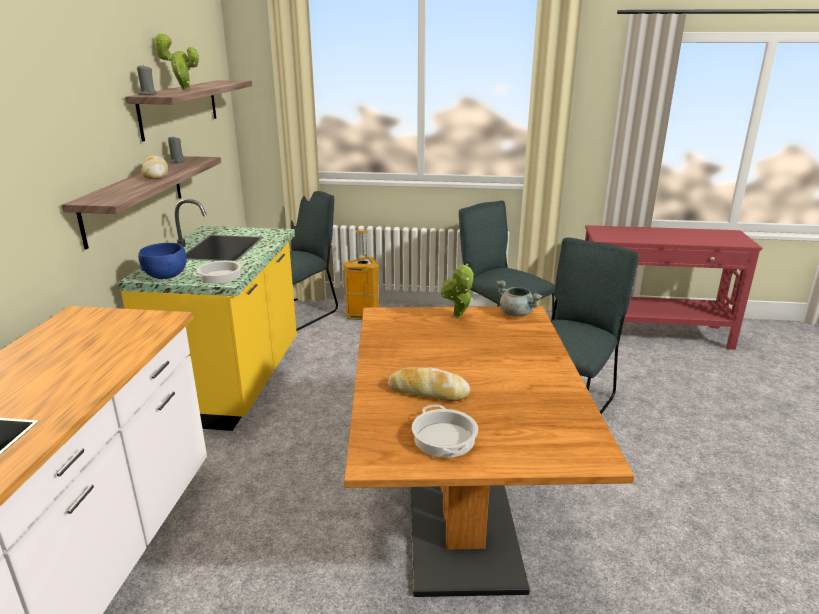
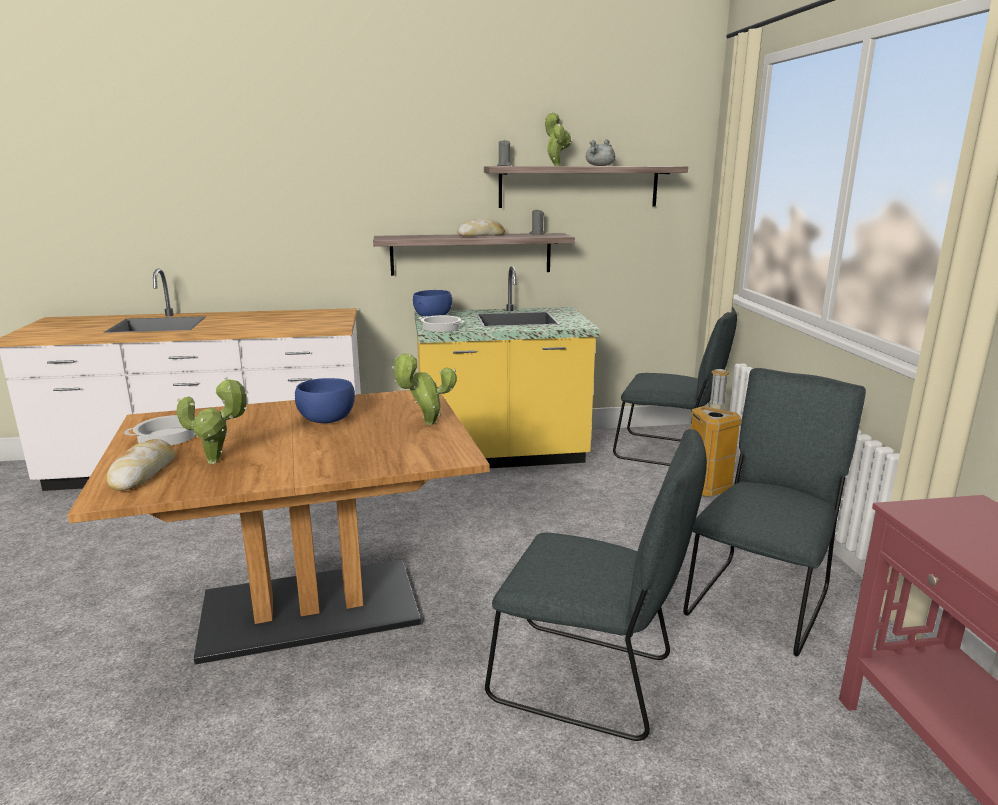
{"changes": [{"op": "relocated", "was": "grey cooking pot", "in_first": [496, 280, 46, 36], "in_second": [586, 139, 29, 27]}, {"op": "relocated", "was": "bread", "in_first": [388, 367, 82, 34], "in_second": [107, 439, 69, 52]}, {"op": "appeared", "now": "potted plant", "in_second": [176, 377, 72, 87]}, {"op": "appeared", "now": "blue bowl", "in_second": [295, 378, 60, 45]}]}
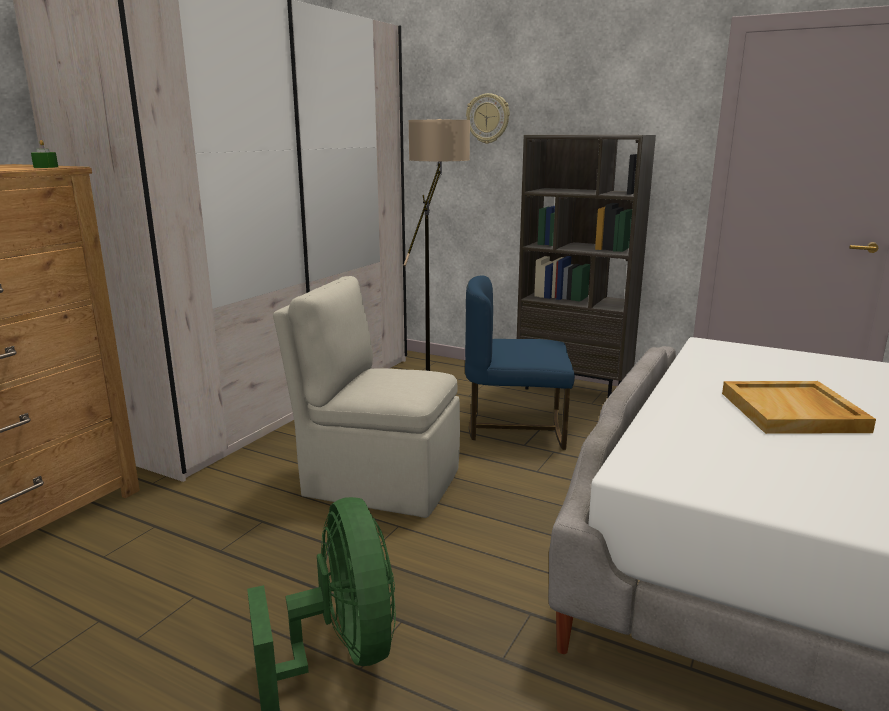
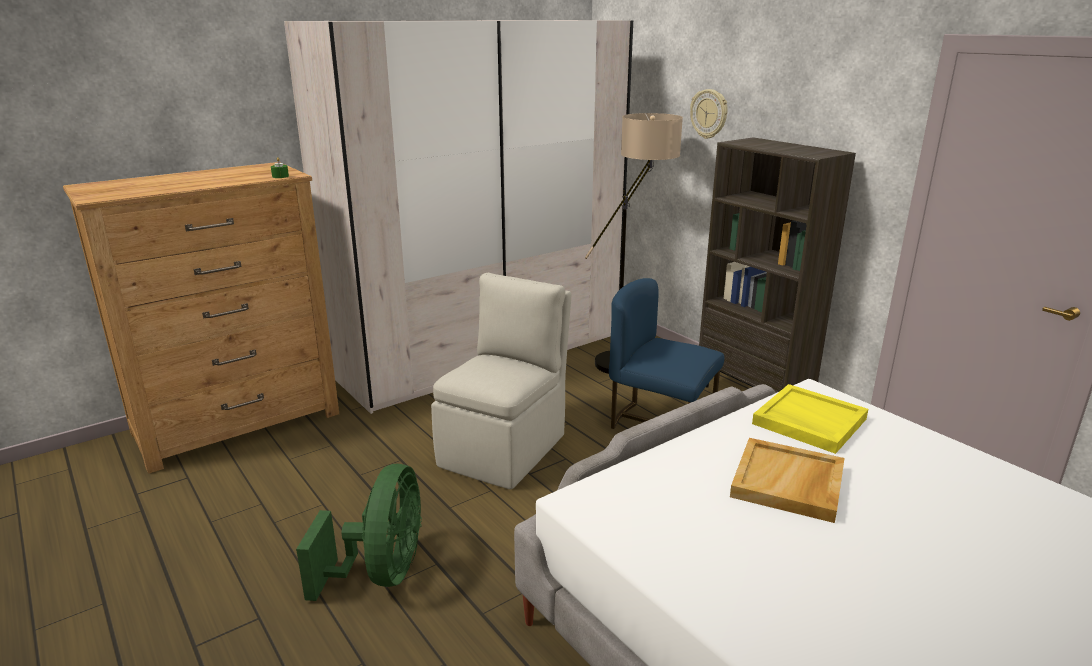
{"changes": [{"op": "spun", "was": "beige chair", "in_first": [273, 276, 187, 242], "in_second": [431, 273, 140, 216], "clockwise": 75}, {"op": "appeared", "now": "yellow tray", "in_second": [752, 384, 116, 70]}]}
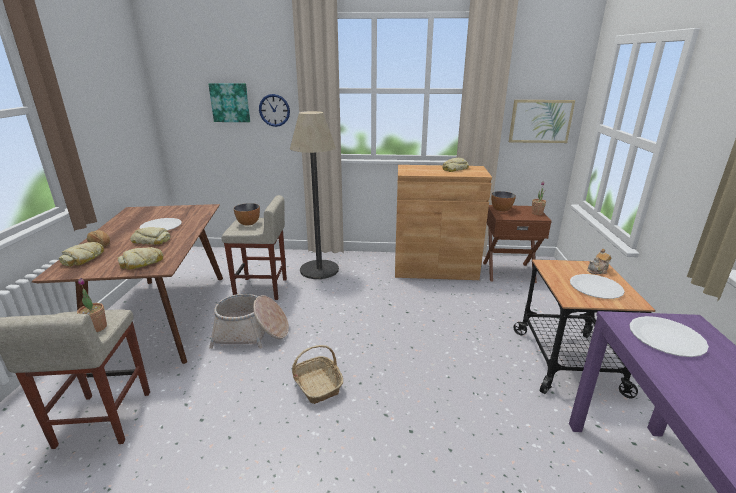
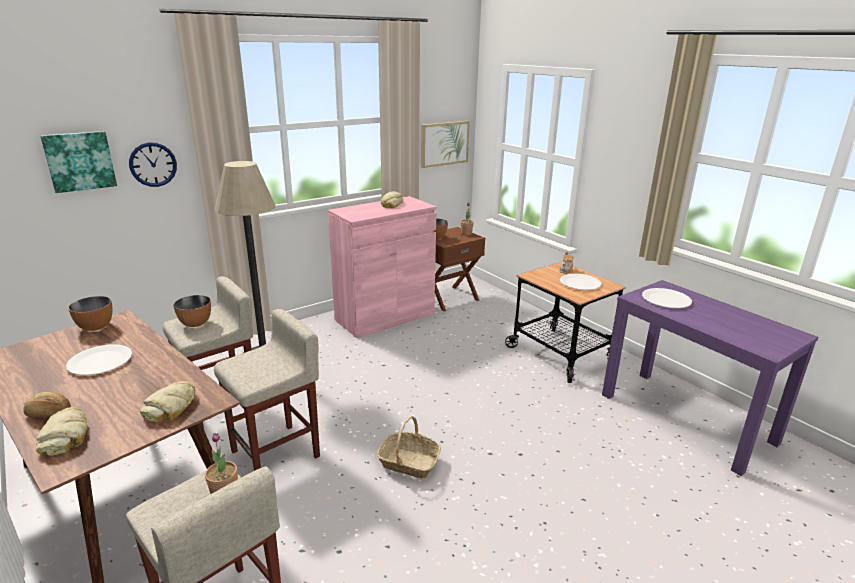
{"changes": [{"op": "colour", "was": "brown cabinet", "now": "pink cabinet", "in_first": [395, 165, 97, 115], "in_second": [328, 196, 109, 142]}, {"op": "missing", "was": "bread", "in_first": [130, 227, 41, 18]}, {"op": "exchanged", "was": "basket", "now": "beige stool", "in_first": [209, 294, 80, 55], "in_second": [214, 309, 106, 162]}, {"op": "appeared", "now": "bowl", "in_second": [68, 296, 44, 35]}]}
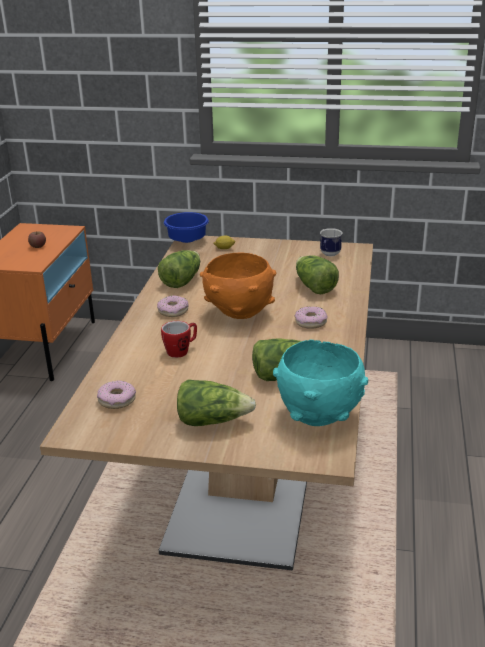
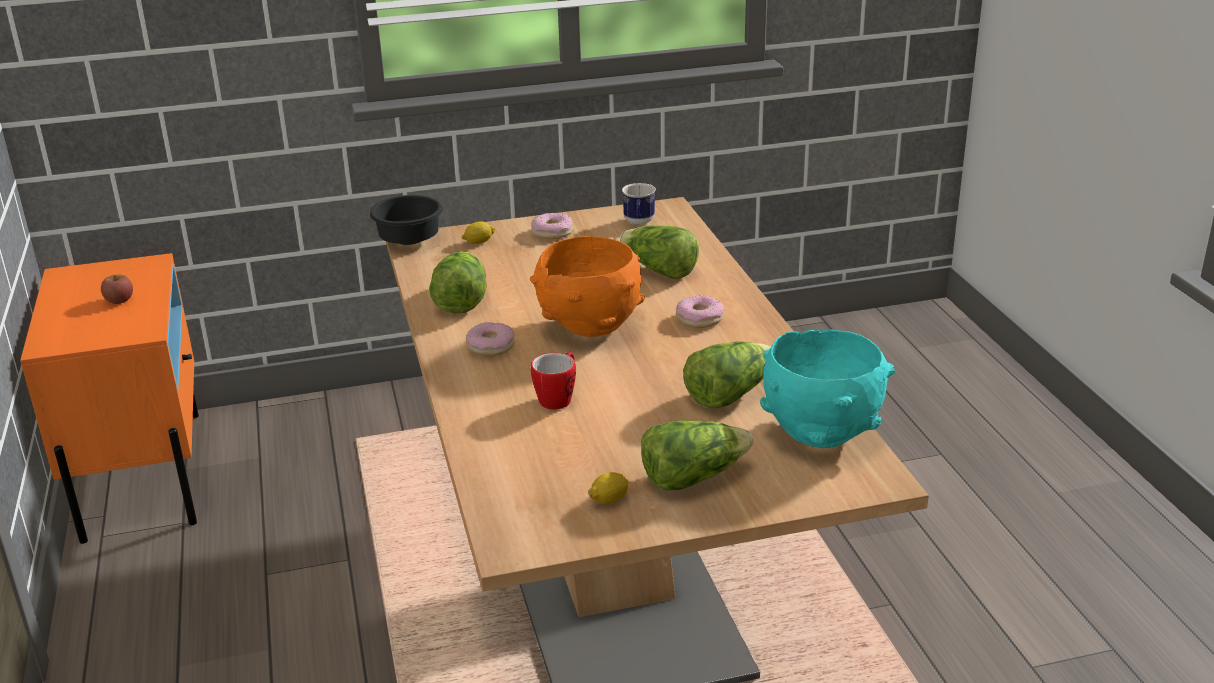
{"changes": [{"op": "colour", "was": "blue bowl", "now": "black bowl", "in_first": [164, 212, 45, 31], "in_second": [370, 195, 73, 50]}, {"op": "relocated", "was": "donut", "in_first": [97, 380, 39, 29], "in_second": [531, 213, 42, 26]}, {"op": "appeared", "now": "lemon", "in_second": [589, 472, 40, 32]}]}
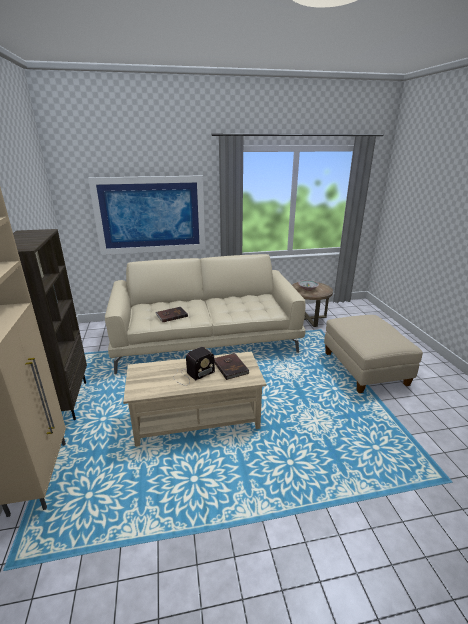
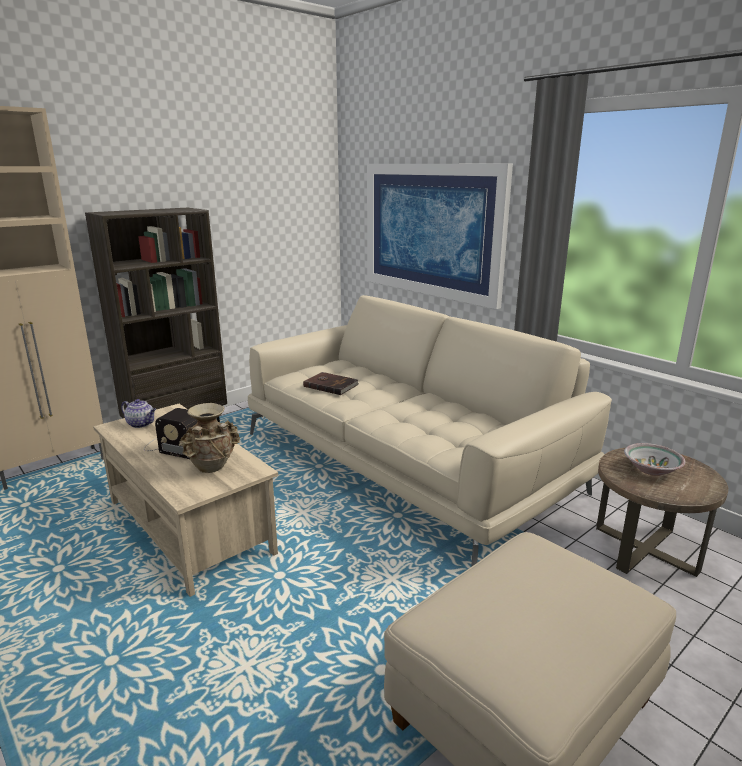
{"changes": [{"op": "exchanged", "was": "brown book", "now": "beige vase", "in_first": [214, 353, 36, 27], "in_second": [181, 403, 59, 70]}, {"op": "appeared", "now": "teapot", "in_second": [121, 399, 35, 29]}]}
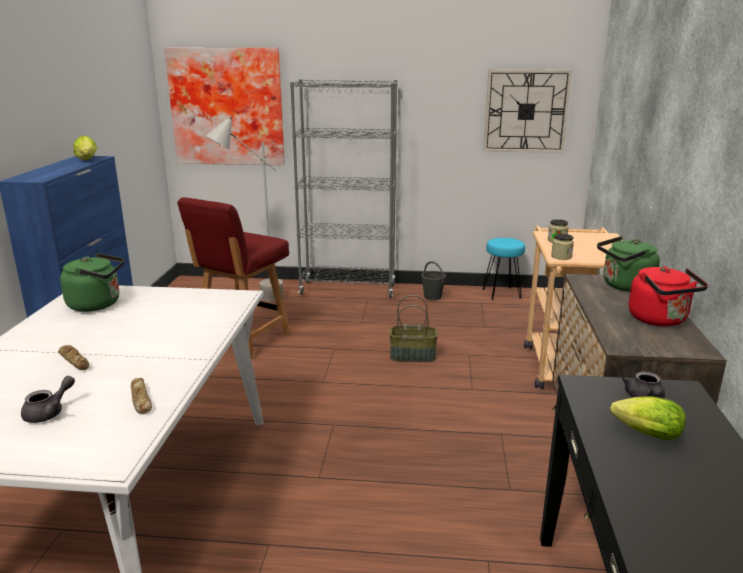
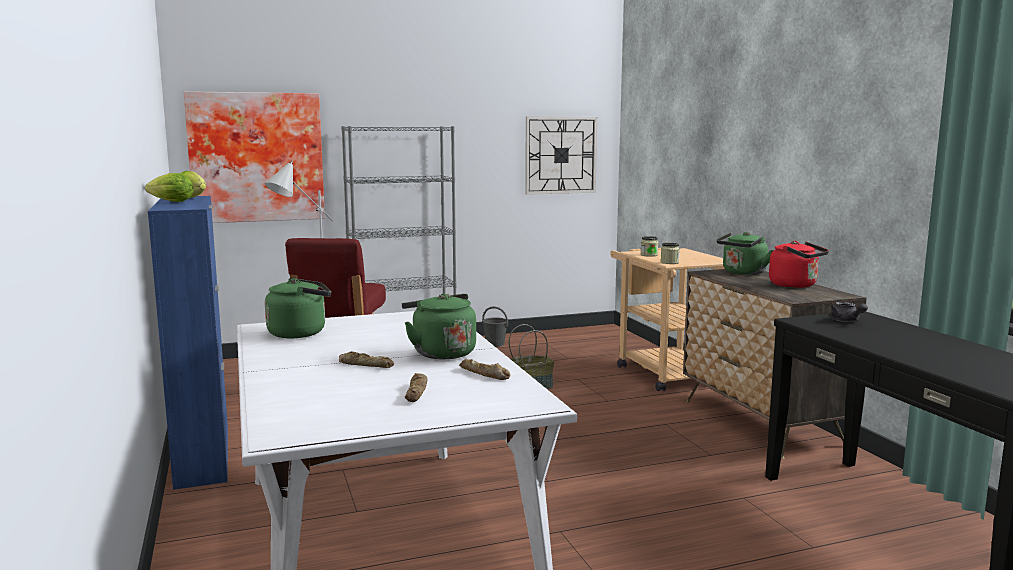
{"changes": [{"op": "missing", "was": "turquoise stool", "in_first": [482, 238, 43, 62]}, {"op": "exchanged", "was": "grey teapot", "now": "bread", "in_first": [21, 376, 54, 47], "in_second": [405, 373, 23, 29]}, {"op": "relocated", "was": "lettuce", "in_first": [610, 396, 76, 44], "in_second": [145, 173, 48, 29]}, {"op": "appeared", "now": "green kettle", "in_second": [402, 293, 74, 66]}]}
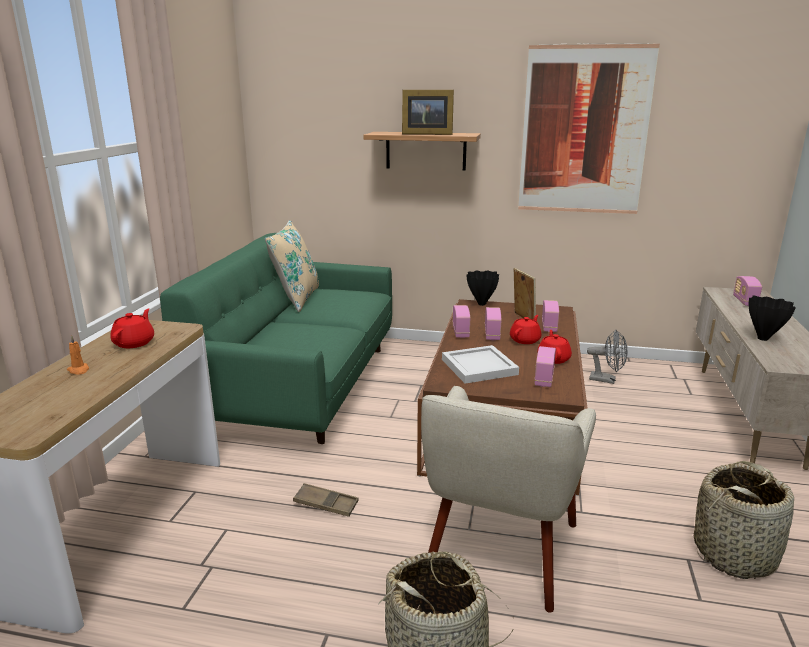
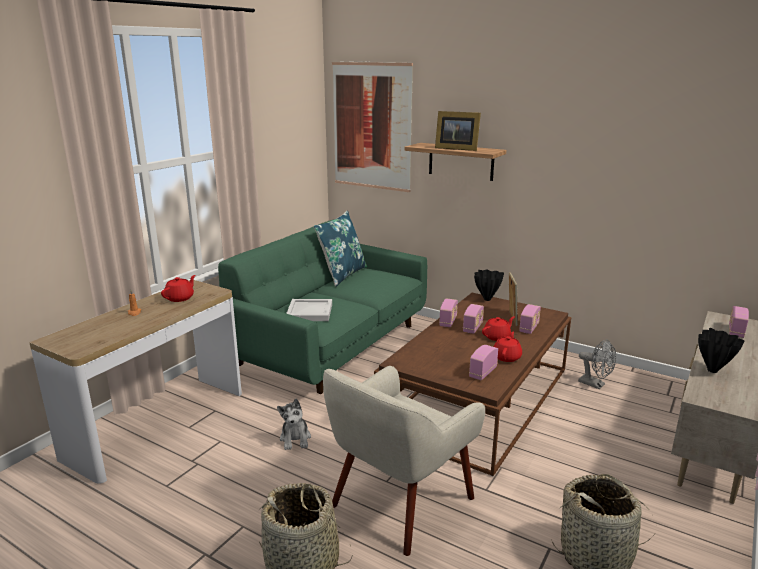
{"changes": [{"op": "relocated", "was": "picture", "in_first": [518, 43, 142, 171], "in_second": [332, 62, 81, 130]}, {"op": "colour", "was": "beige pillow", "now": "blue pillow", "in_first": [265, 220, 55, 92], "in_second": [314, 211, 53, 76]}, {"op": "relocated", "was": "white tray", "in_first": [442, 345, 77, 39], "in_second": [286, 299, 46, 22]}, {"op": "exchanged", "was": "brown tray", "now": "plush toy", "in_first": [293, 483, 65, 34], "in_second": [277, 399, 34, 51]}]}
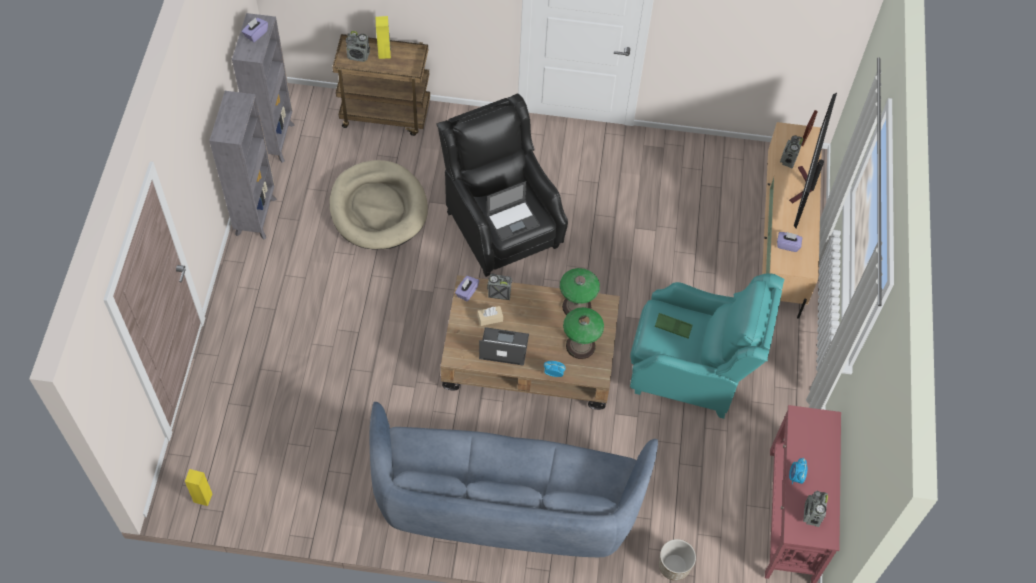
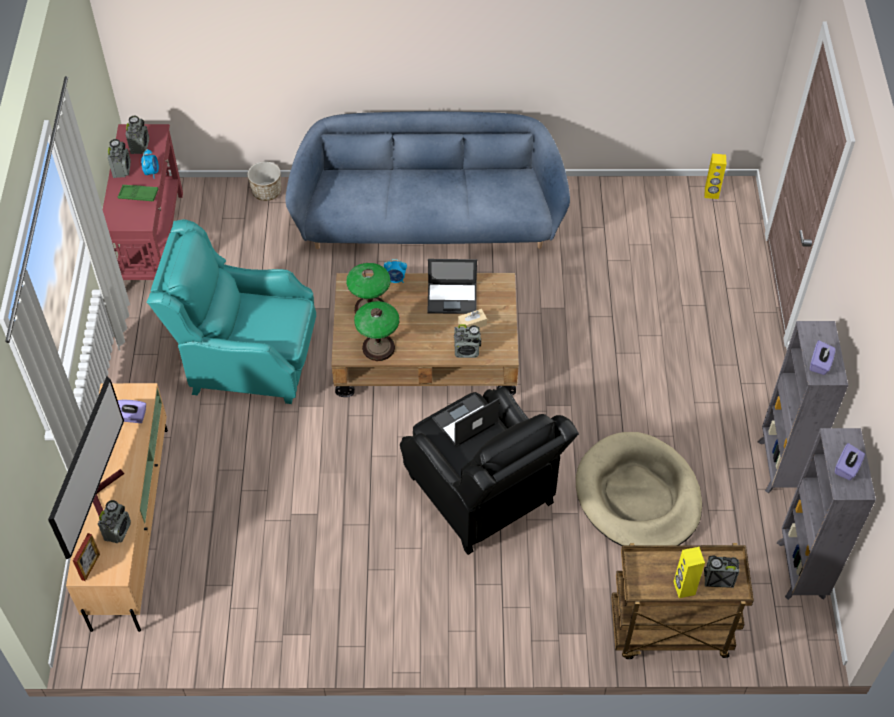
{"changes": [{"op": "relocated", "was": "purple tissue box", "in_first": [455, 276, 24, 26], "in_second": [810, 340, 26, 35]}, {"op": "relocated", "was": "green tray", "in_first": [655, 313, 38, 26], "in_second": [118, 185, 40, 16]}, {"op": "appeared", "now": "radio", "in_second": [108, 139, 23, 39]}]}
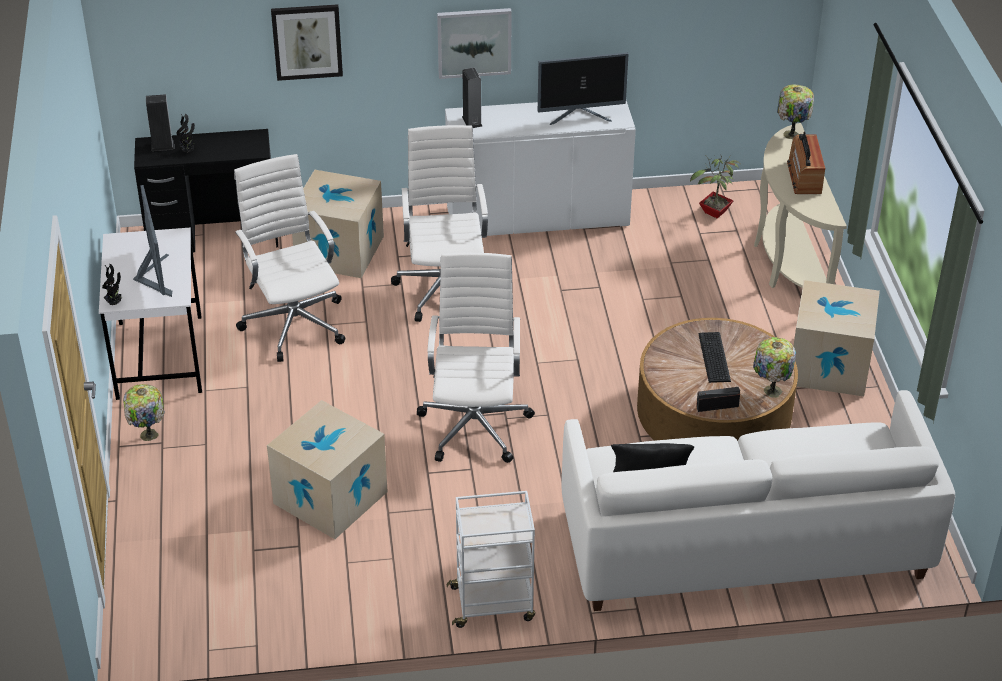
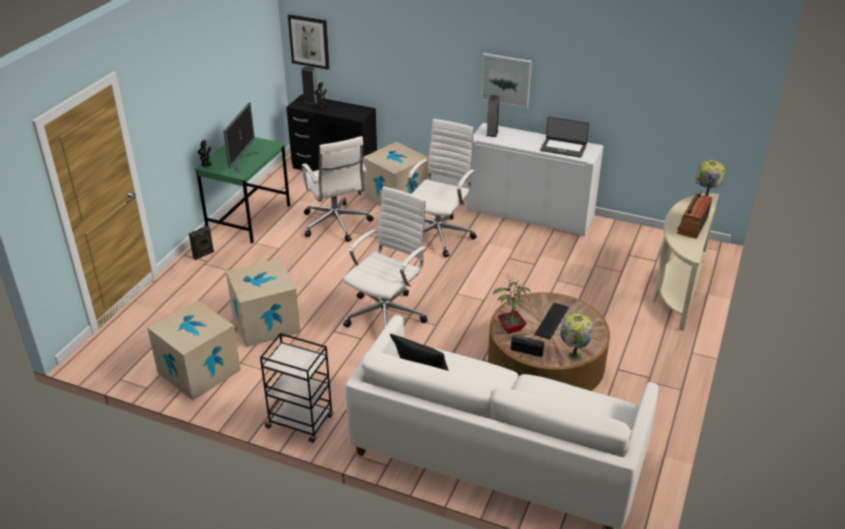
{"changes": [{"op": "relocated", "was": "picture", "in_first": [271, 4, 72, 77], "in_second": [288, 14, 42, 56]}, {"op": "exchanged", "was": "monitor", "now": "laptop", "in_first": [538, 52, 90, 73], "in_second": [540, 116, 49, 42]}, {"op": "spun", "was": "white office chair", "in_first": [234, 154, 111, 208], "in_second": [302, 136, 72, 106], "clockwise": 150}, {"op": "relocated", "was": "potted plant", "in_first": [690, 155, 51, 63], "in_second": [493, 277, 38, 57]}, {"op": "colour", "was": "white desk", "now": "green desk", "in_first": [99, 227, 103, 173], "in_second": [195, 137, 95, 106]}, {"op": "relocated", "was": "cardboard box", "in_first": [793, 280, 87, 116], "in_second": [147, 300, 94, 101]}, {"op": "exchanged", "was": "table lamp", "now": "black speaker", "in_first": [123, 384, 42, 57], "in_second": [189, 226, 25, 34]}, {"op": "colour", "was": "white cart", "now": "black cart", "in_first": [447, 491, 88, 137], "in_second": [260, 333, 74, 110]}]}
